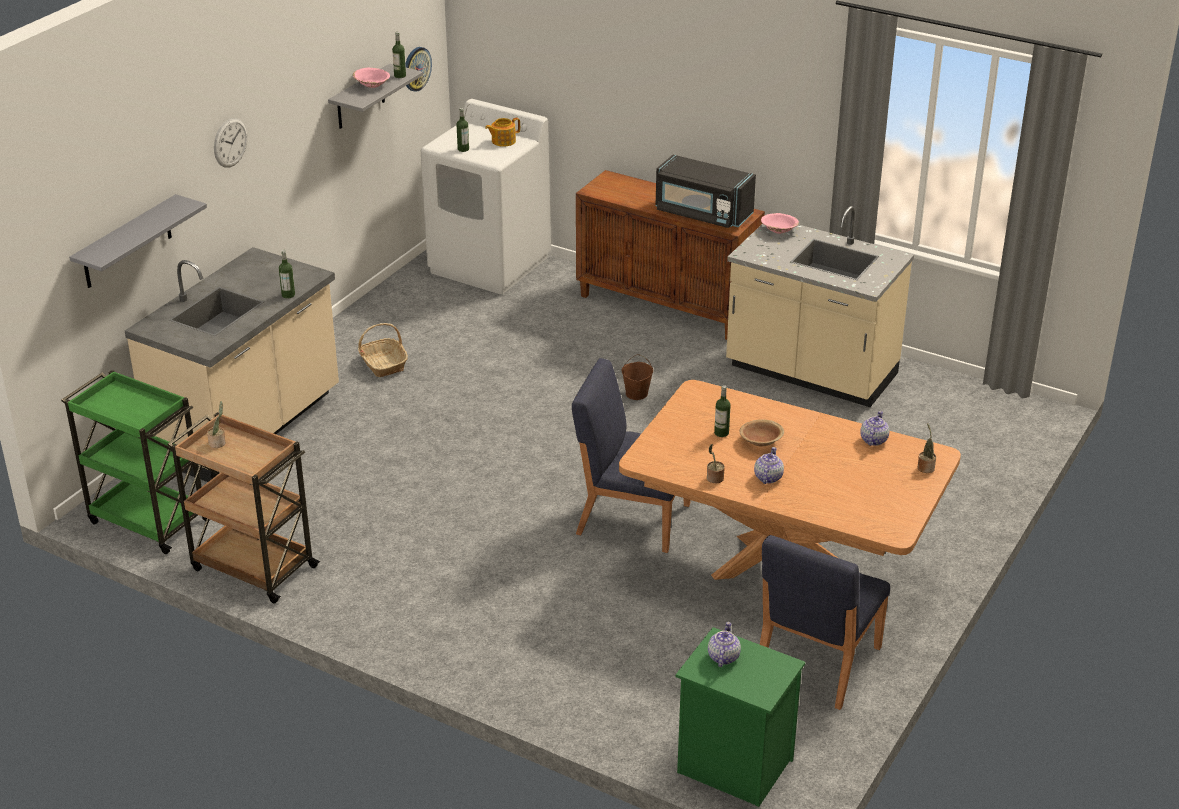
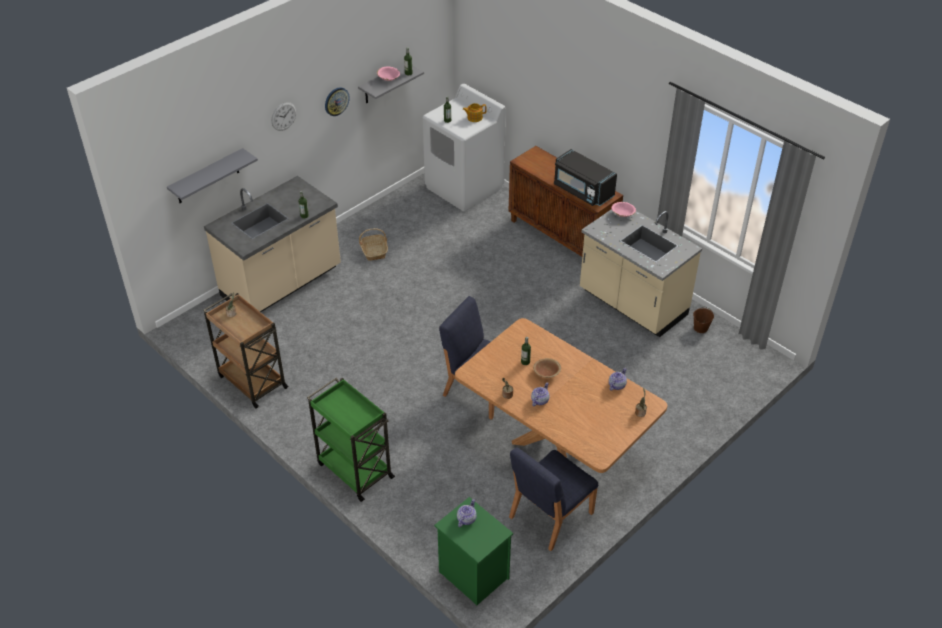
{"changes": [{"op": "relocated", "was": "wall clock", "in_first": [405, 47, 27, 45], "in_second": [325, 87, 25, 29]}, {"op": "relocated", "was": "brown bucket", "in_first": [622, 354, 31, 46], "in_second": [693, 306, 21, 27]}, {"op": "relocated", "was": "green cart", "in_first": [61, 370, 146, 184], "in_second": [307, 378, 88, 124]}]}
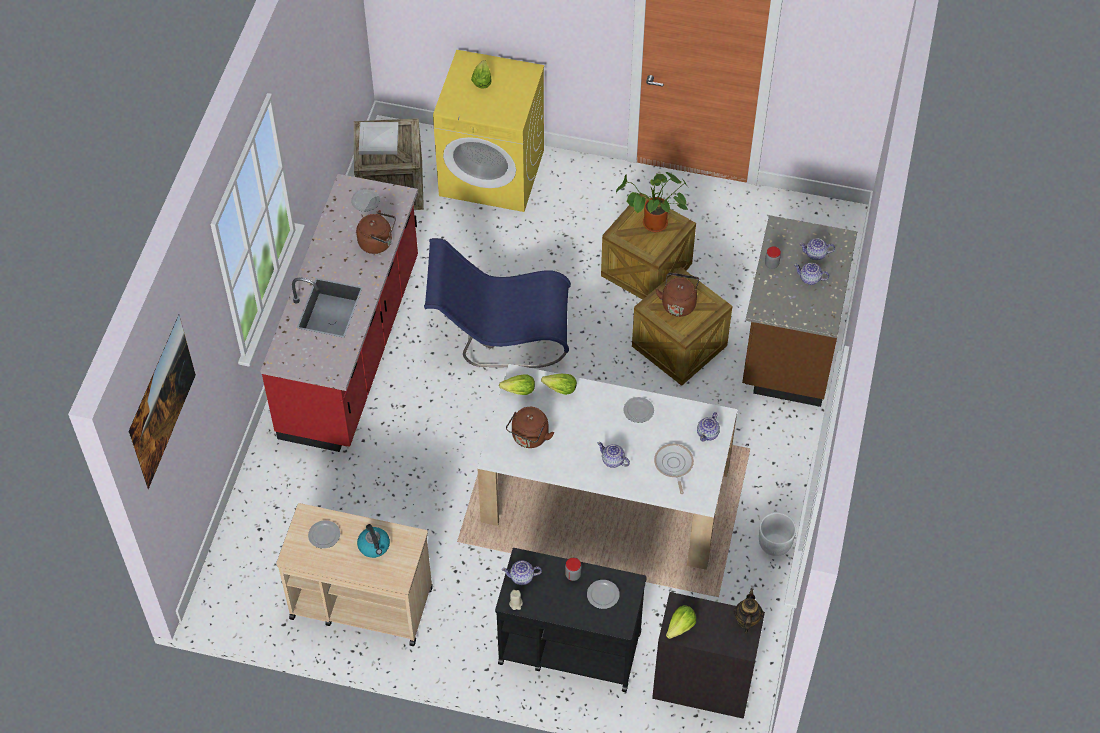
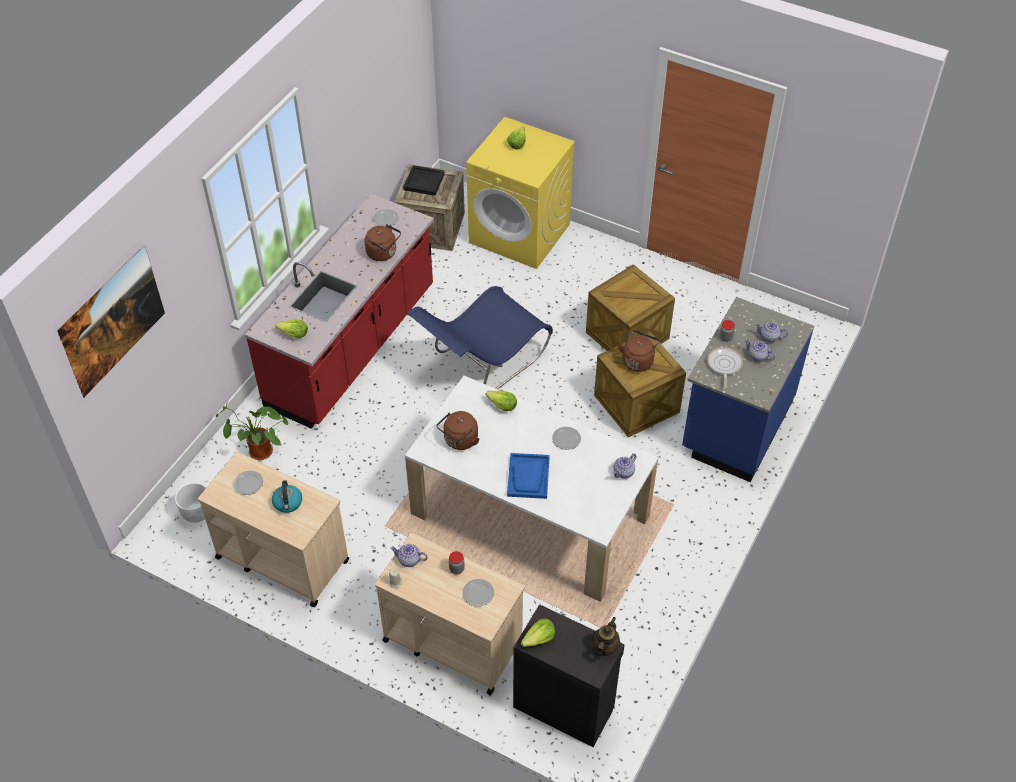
{"changes": [{"op": "colour", "was": "white tray", "now": "black tray", "in_first": [359, 122, 40, 33], "in_second": [403, 165, 42, 31]}, {"op": "relocated", "was": "potted plant", "in_first": [616, 172, 73, 60], "in_second": [216, 402, 73, 58]}, {"op": "colour", "was": "brown counter", "now": "blue counter", "in_first": [742, 215, 115, 192], "in_second": [682, 297, 132, 185]}, {"op": "spun", "was": "blue chair", "in_first": [424, 238, 147, 130], "in_second": [407, 286, 146, 103], "clockwise": -60}, {"op": "relocated", "was": "lettuce", "in_first": [499, 374, 36, 21], "in_second": [276, 320, 32, 18]}, {"op": "exchanged", "was": "teapot", "now": "blue tray", "in_first": [598, 442, 32, 26], "in_second": [507, 453, 43, 46]}, {"op": "relocated", "was": "frying pan", "in_first": [654, 444, 40, 50], "in_second": [707, 347, 36, 41]}, {"op": "relocated", "was": "white planter", "in_first": [759, 513, 37, 43], "in_second": [175, 483, 31, 40]}, {"op": "colour", "was": "black cart", "now": "beige cart", "in_first": [495, 548, 152, 144], "in_second": [375, 533, 150, 162]}]}
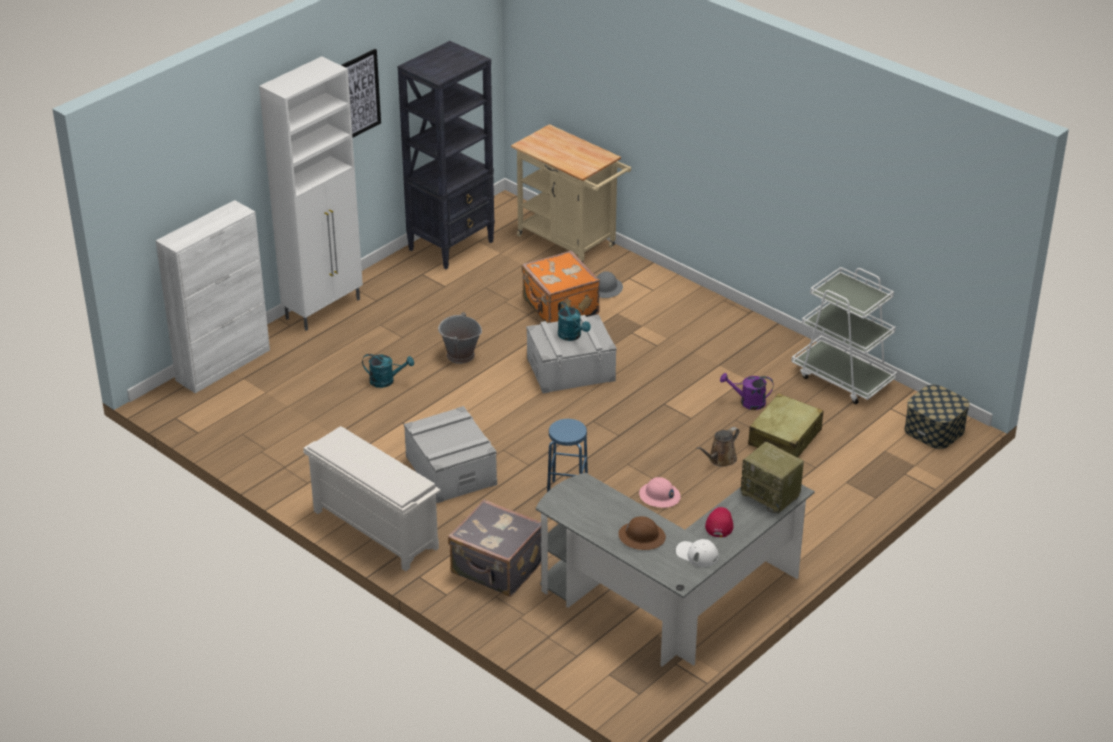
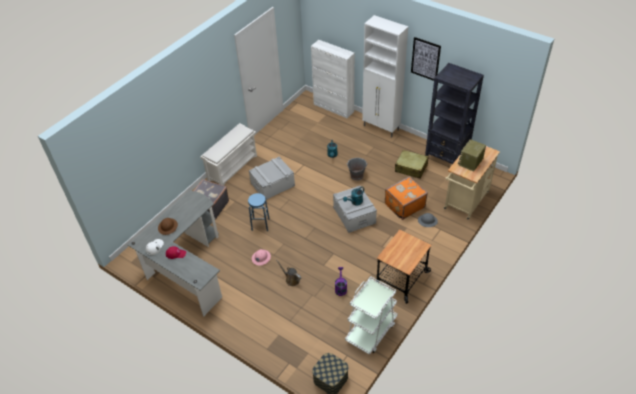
{"changes": [{"op": "relocated", "was": "beige suitcase", "in_first": [748, 393, 76, 65], "in_second": [395, 150, 33, 29]}, {"op": "relocated", "was": "radio", "in_first": [741, 442, 63, 71], "in_second": [458, 139, 28, 32]}, {"op": "appeared", "now": "cart", "in_second": [375, 230, 57, 74]}]}
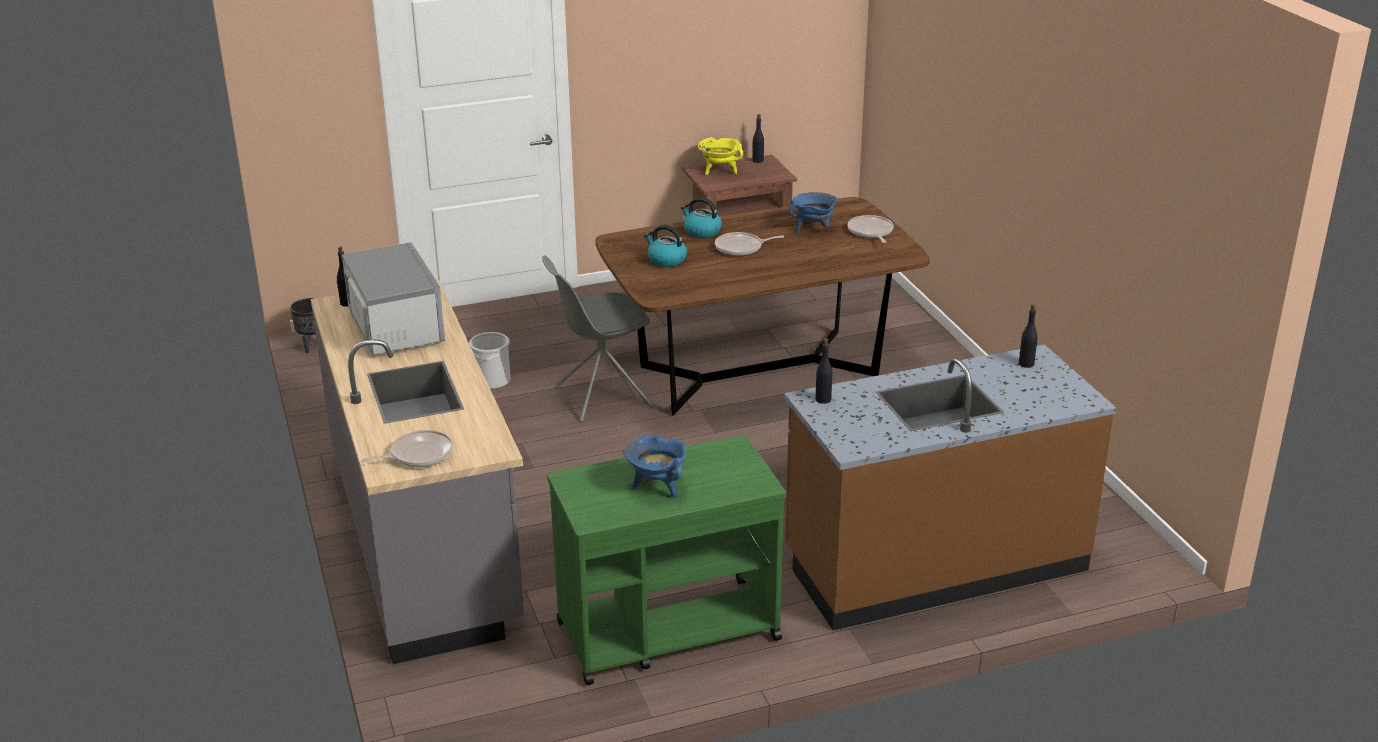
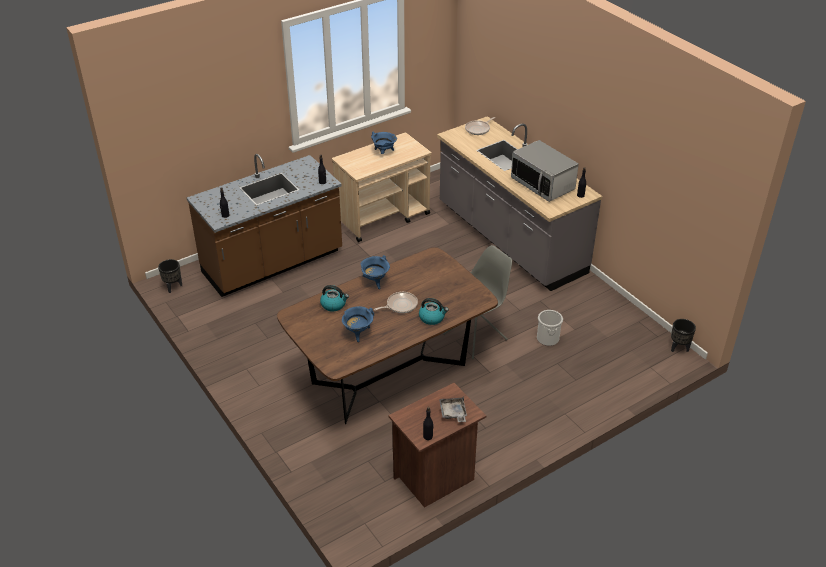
{"changes": [{"op": "exchanged", "was": "yellow cooking pot", "now": "grey tray", "in_first": [698, 137, 45, 38], "in_second": [439, 397, 28, 25]}, {"op": "missing", "was": "frying pan", "in_first": [848, 215, 46, 28]}, {"op": "relocated", "was": "kettle", "in_first": [644, 225, 43, 42], "in_second": [320, 285, 29, 27]}, {"op": "colour", "was": "green cart", "now": "beige cart", "in_first": [547, 435, 239, 250], "in_second": [332, 132, 100, 110]}, {"op": "appeared", "now": "blue cooking pot", "in_second": [360, 255, 30, 34]}, {"op": "appeared", "now": "black planter", "in_second": [158, 259, 24, 34]}]}
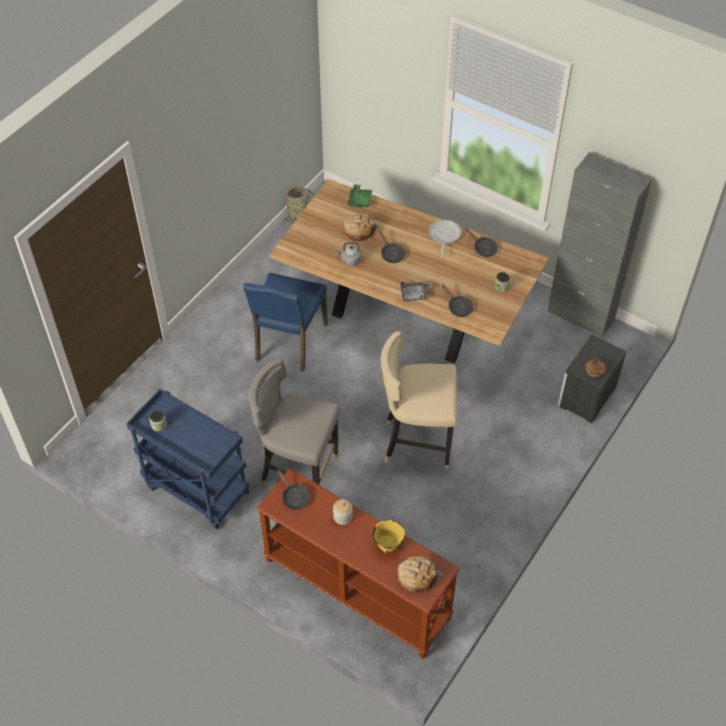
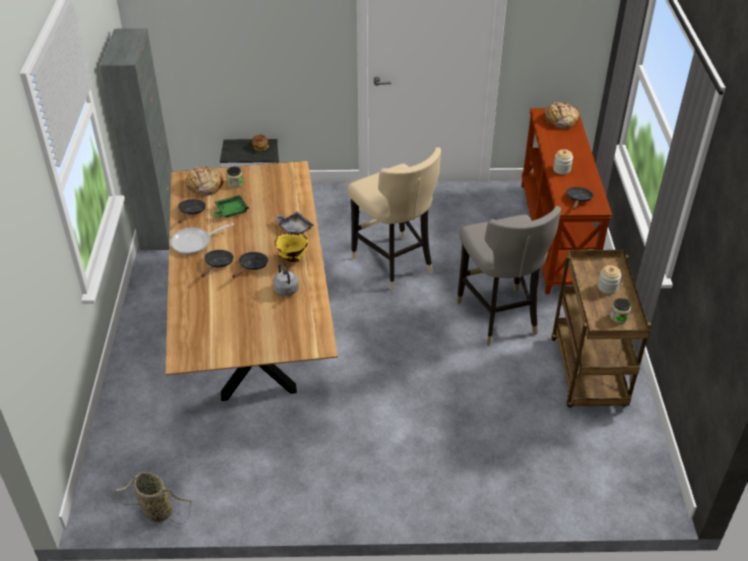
{"changes": [{"op": "relocated", "was": "green tray", "in_first": [348, 184, 24, 24], "in_second": [213, 195, 36, 23]}, {"op": "relocated", "was": "bread", "in_first": [344, 213, 36, 29], "in_second": [185, 166, 38, 30]}, {"op": "missing", "was": "blue chair", "in_first": [243, 273, 85, 99]}, {"op": "relocated", "was": "black frying pan", "in_first": [442, 285, 31, 32], "in_second": [201, 250, 33, 27]}, {"op": "colour", "was": "blue cart", "now": "brown cart", "in_first": [126, 389, 124, 140], "in_second": [551, 250, 100, 157]}, {"op": "relocated", "was": "yellow bowl", "in_first": [372, 520, 34, 33], "in_second": [275, 232, 33, 30]}, {"op": "appeared", "now": "jar", "in_second": [598, 265, 23, 29]}]}
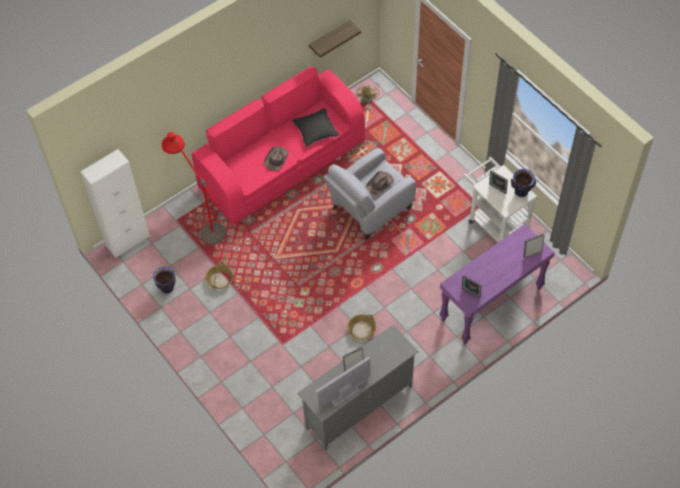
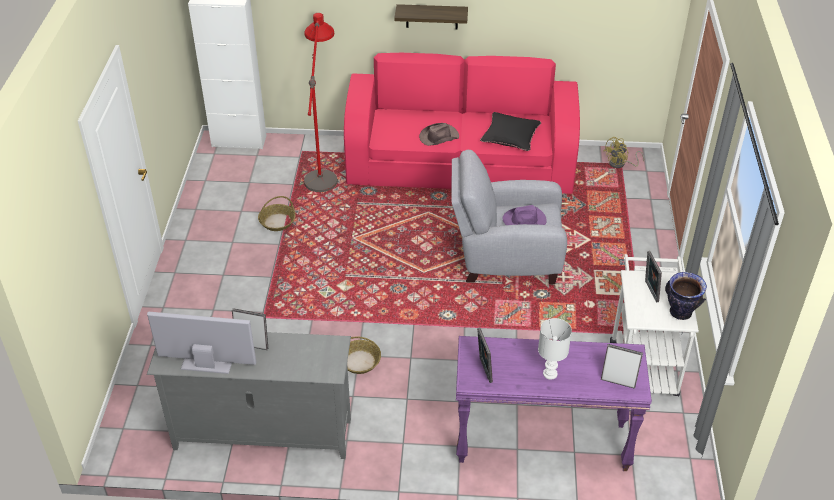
{"changes": [{"op": "relocated", "was": "shelf", "in_first": [309, 20, 52, 38], "in_second": [394, 4, 74, 26]}, {"op": "colour", "was": "brown hat", "now": "purple hat", "in_first": [366, 171, 28, 24], "in_second": [502, 205, 45, 20]}, {"op": "missing", "was": "vase", "in_first": [153, 267, 22, 27]}, {"op": "appeared", "now": "white table lamp", "in_second": [538, 318, 34, 62]}]}
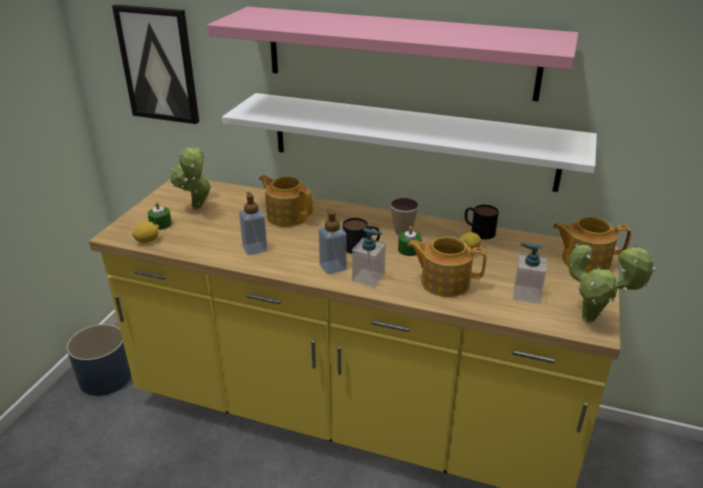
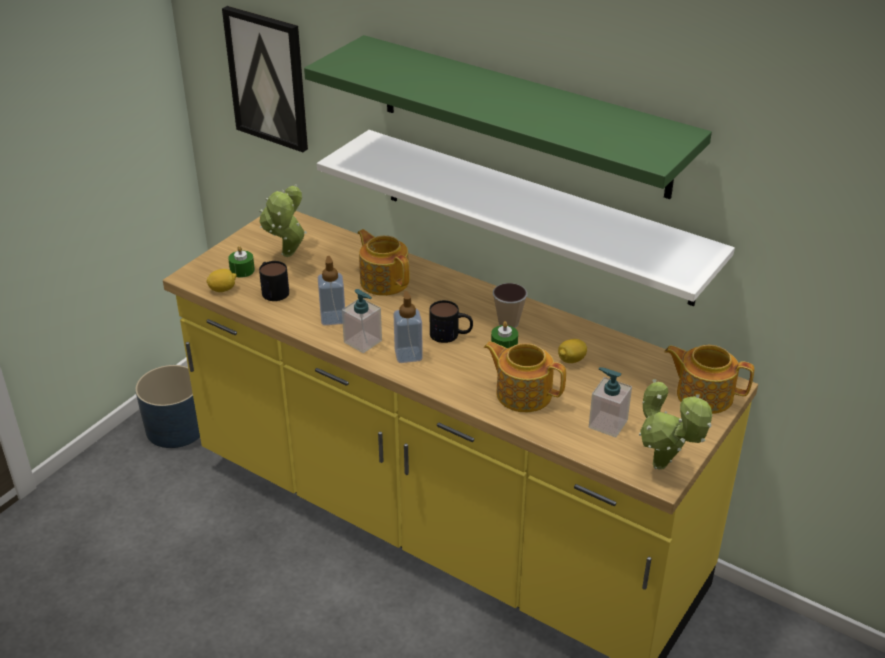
{"changes": [{"op": "colour", "was": "pink shelf", "now": "green shelf", "in_first": [207, 7, 371, 94], "in_second": [304, 35, 408, 164]}, {"op": "relocated", "was": "mug", "in_first": [465, 205, 34, 34], "in_second": [259, 261, 30, 40]}, {"op": "relocated", "was": "soap dispenser", "in_first": [352, 228, 34, 60], "in_second": [342, 289, 40, 64]}]}
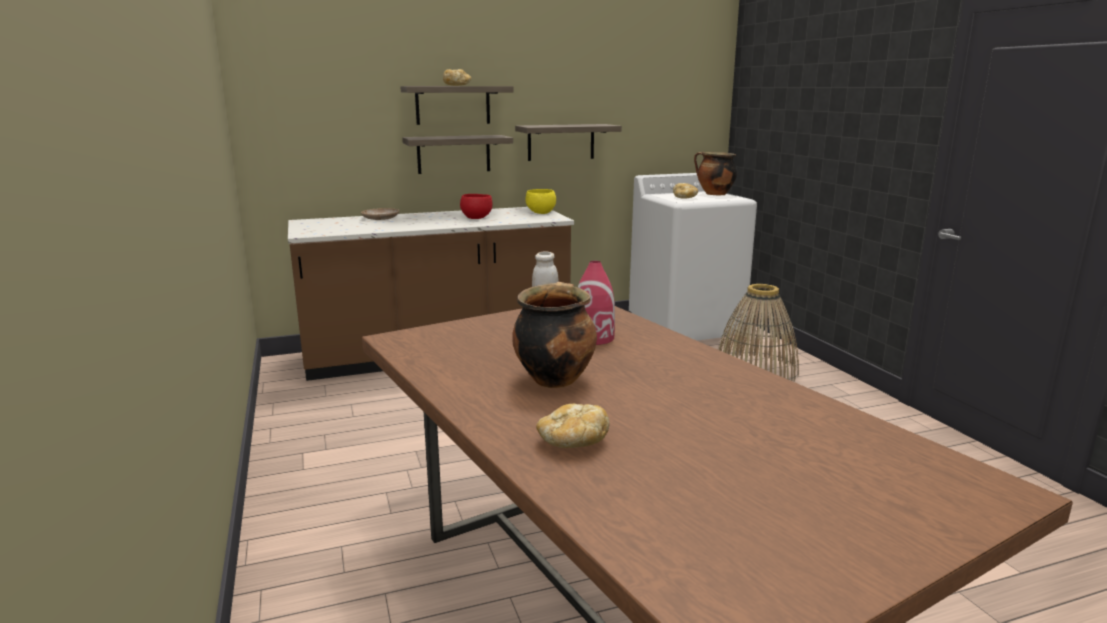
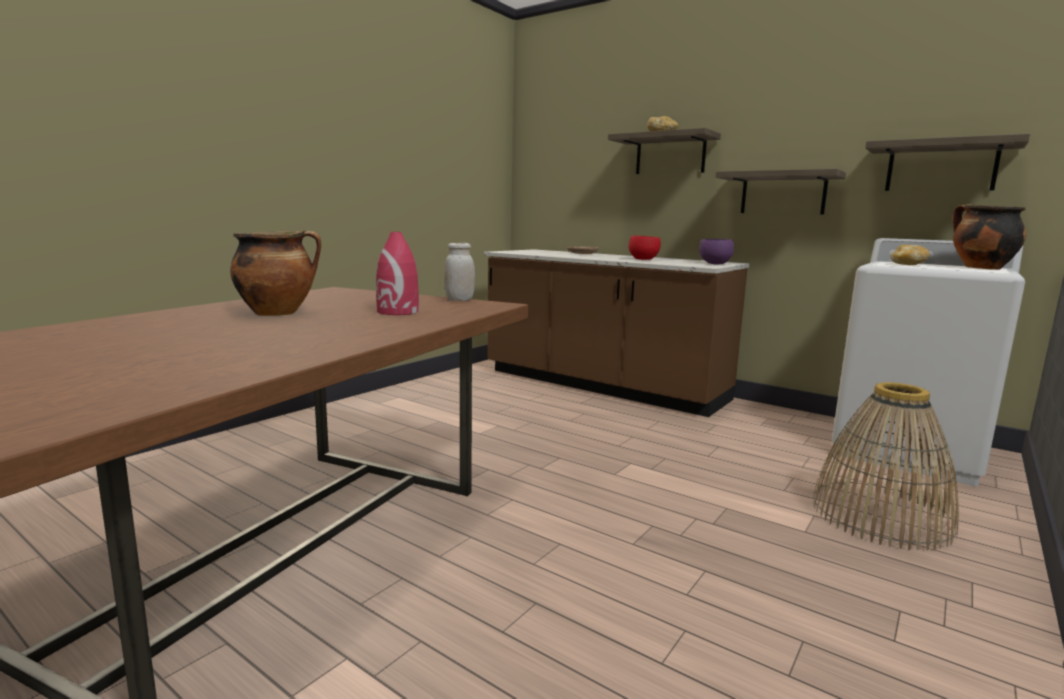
{"changes": [{"op": "relocated", "was": "shelf", "in_first": [402, 135, 111, 39], "in_second": [865, 134, 165, 57]}, {"op": "colour", "was": "yellow bowl", "now": "purple bowl", "in_first": [526, 189, 30, 25], "in_second": [699, 239, 35, 25]}, {"op": "missing", "was": "bread", "in_first": [536, 404, 74, 44]}]}
